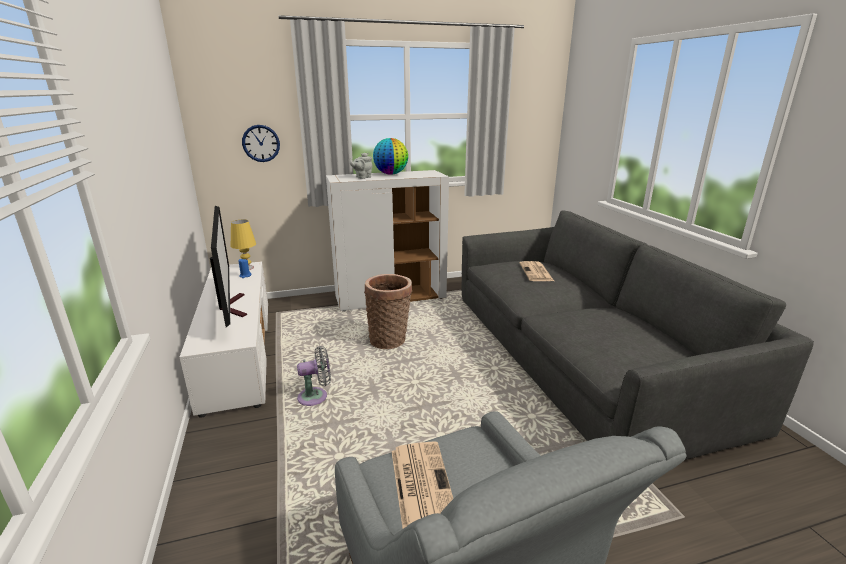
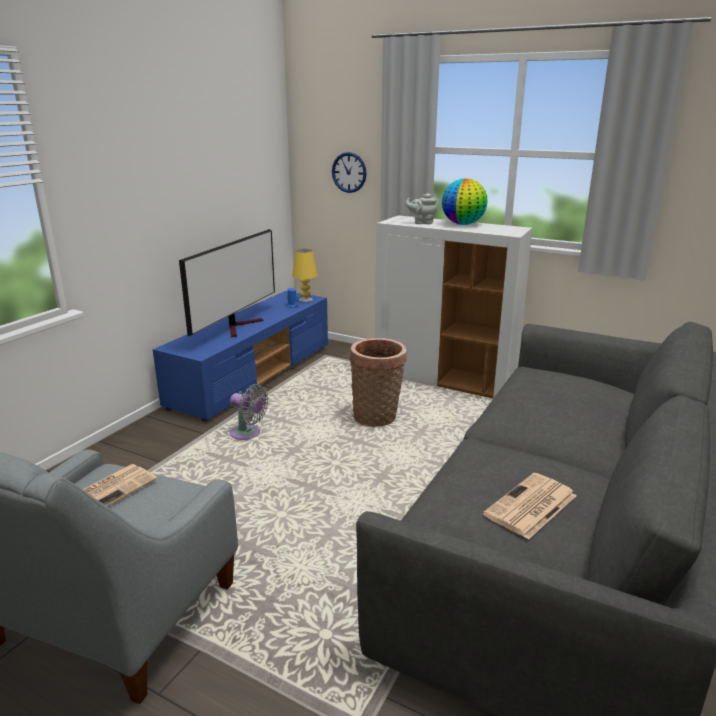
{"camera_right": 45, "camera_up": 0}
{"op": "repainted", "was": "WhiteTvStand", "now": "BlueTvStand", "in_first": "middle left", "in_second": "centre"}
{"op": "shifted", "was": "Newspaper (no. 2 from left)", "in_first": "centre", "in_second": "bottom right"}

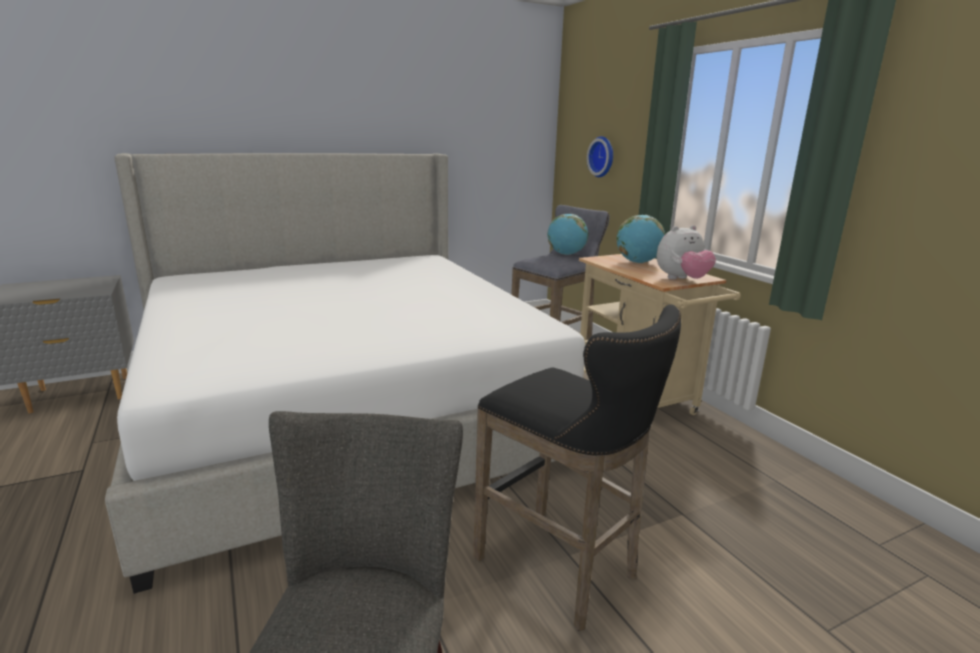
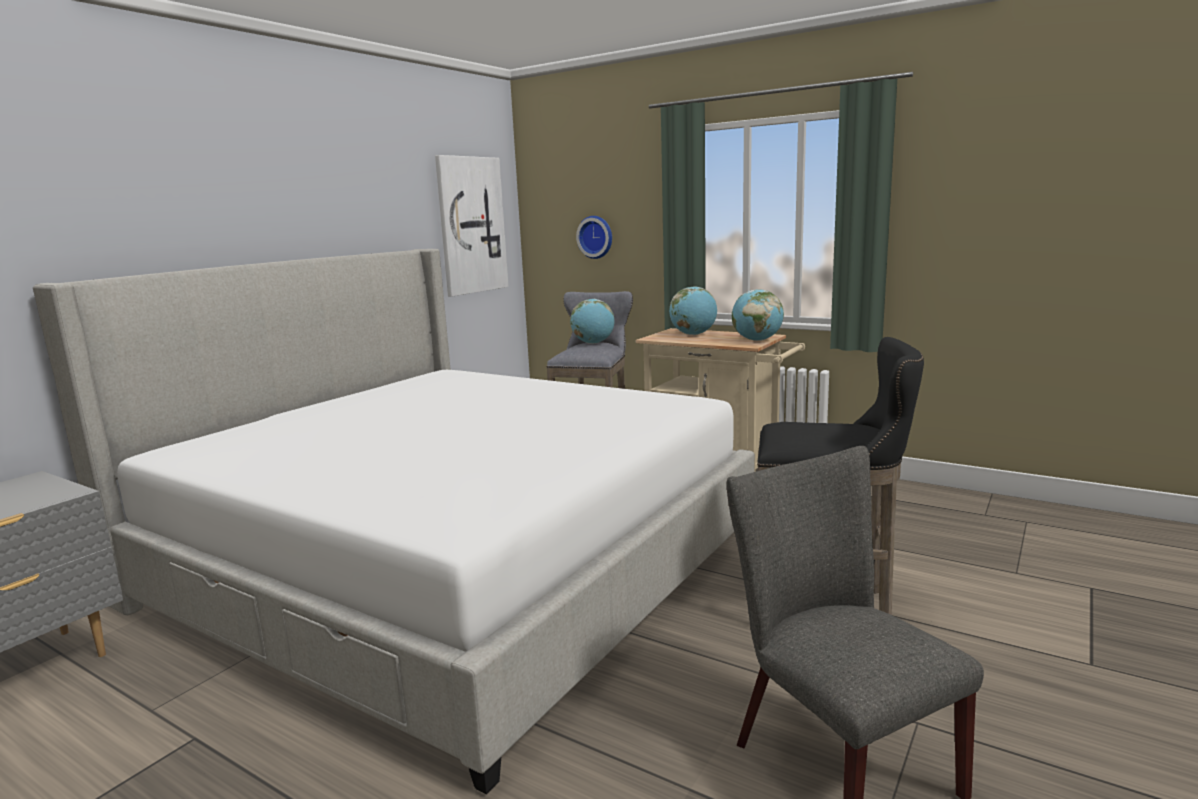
{"camera_right": -30, "camera_up": -5}
{"op": "swapped", "was": "PlushToy", "now": "Globe (no. 3 from left)", "in_first": "middle right", "in_second": "centre"}
{"op": "new", "now": "Picture", "in_second": "top centre"}

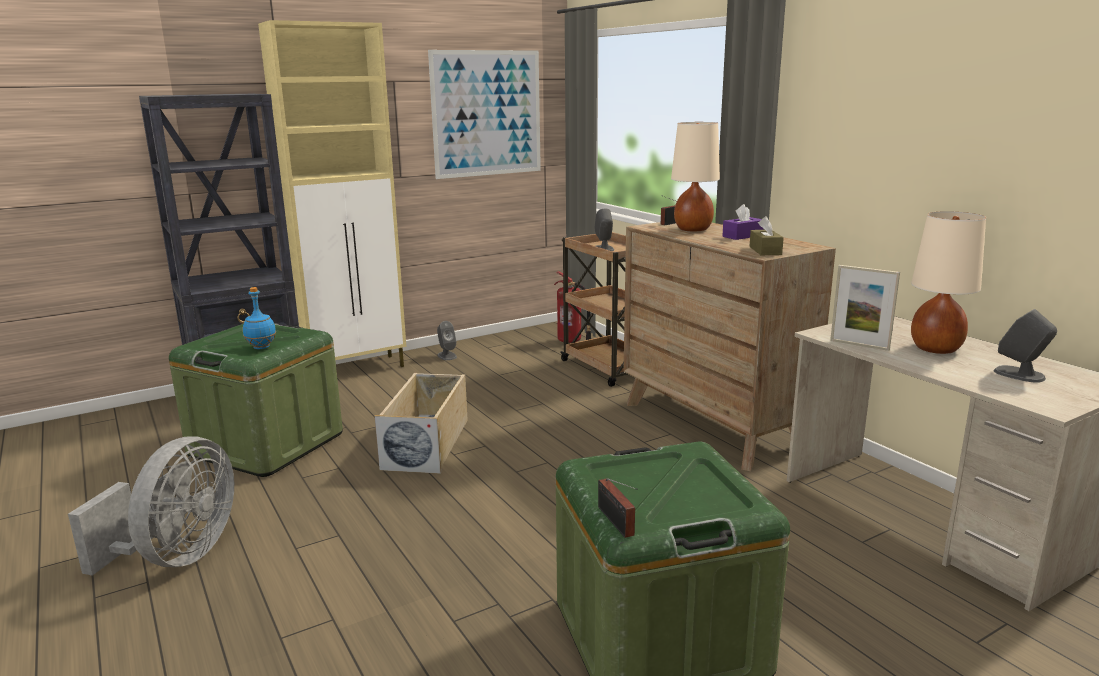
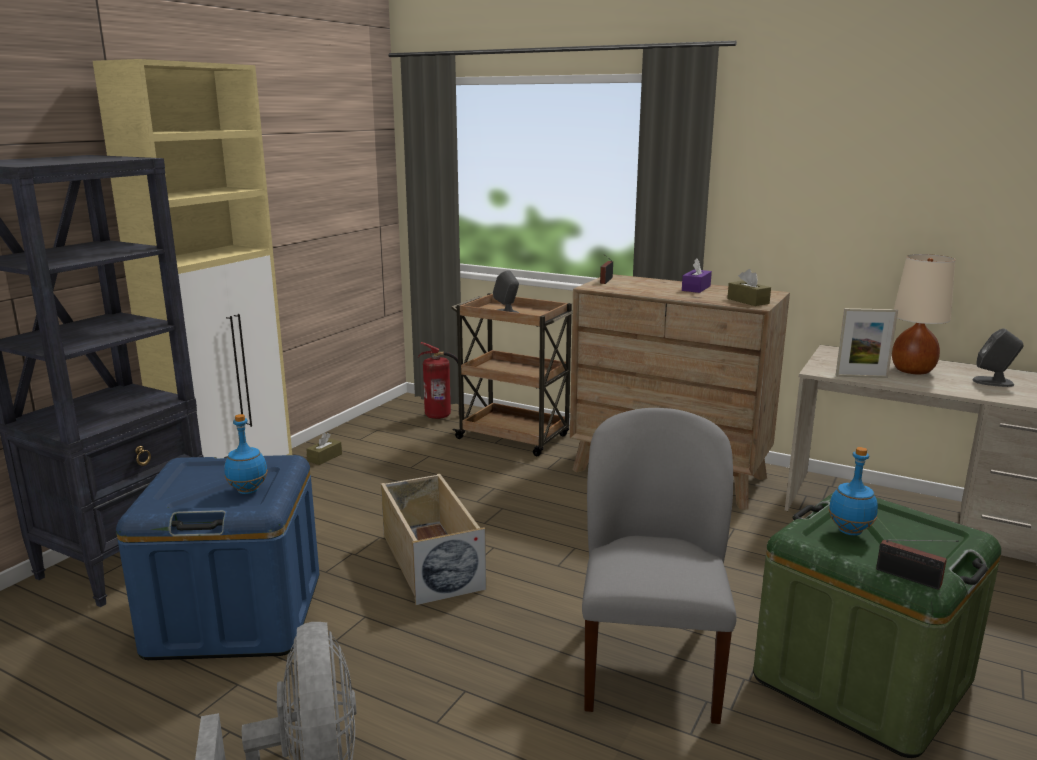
{"camera_right": -30, "camera_up": 0}
{"op": "repainted", "was": "GreenStorageBox (no. 1 from left)", "now": "BlueStorageBox", "in_first": "middle left", "in_second": "bottom left"}
{"op": "gone", "was": "Picture", "in_first": "top centre"}
{"op": "swapped", "was": "GreySpeaker (no. 1 from left)", "now": "BrownTissueBox (no. 1 from left)", "in_first": "centre", "in_second": "middle left"}
{"op": "gone", "was": "BeigeTableLamp (no. 1 from left)", "in_first": "top centre"}
{"op": "new", "now": "GreyChair", "in_second": "bottom centre"}
{"op": "new", "now": "BlueBottle (no. 2 from left)", "in_second": "middle right"}

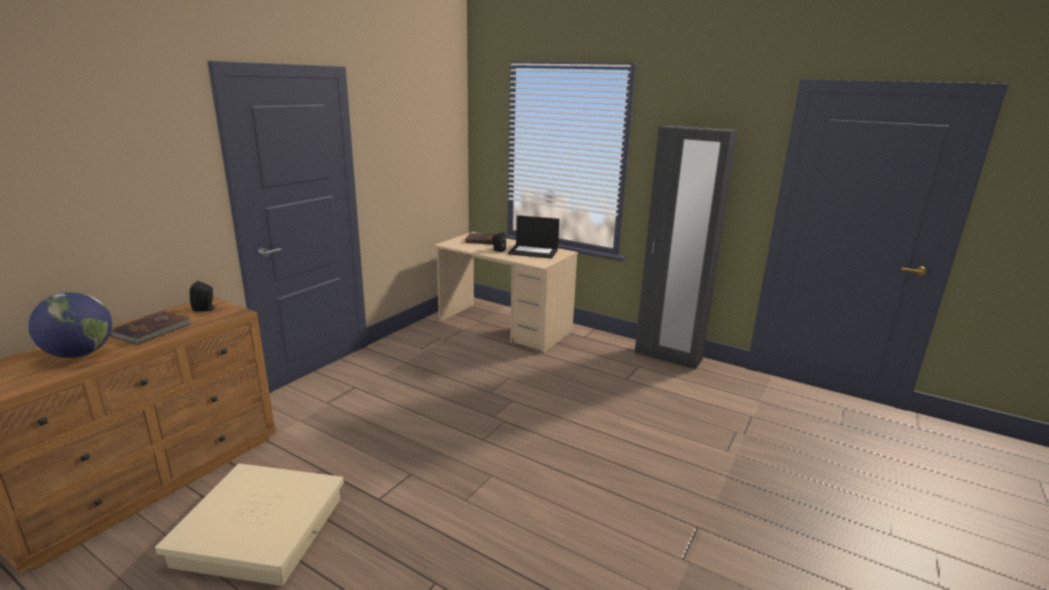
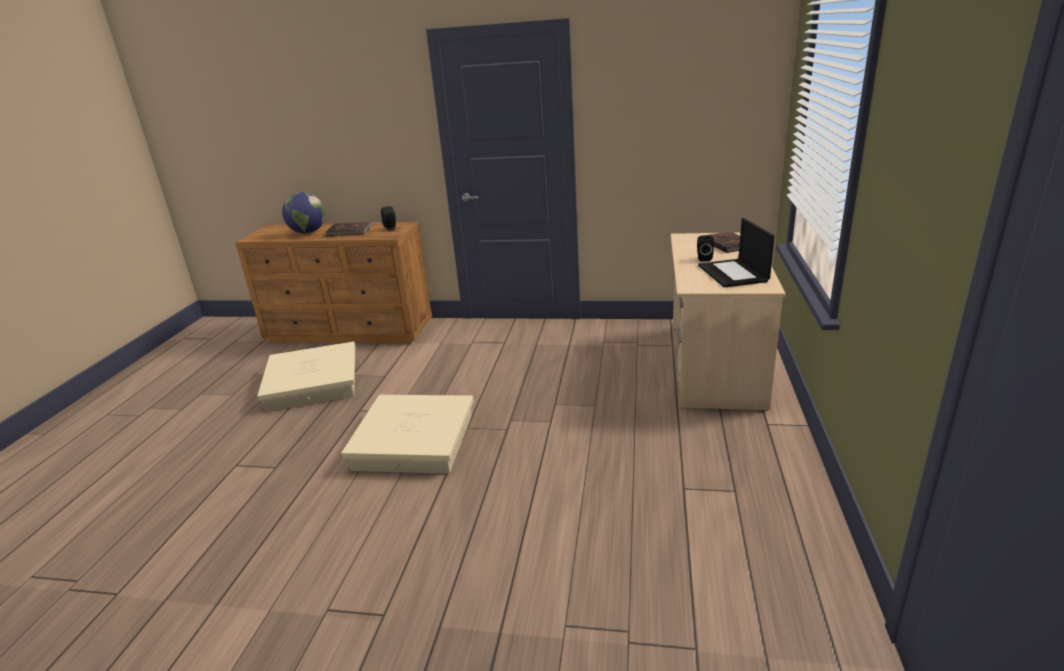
{"camera_right": 70, "camera_up": 5}
{"op": "gone", "was": "BlackWardrobe", "in_first": "centre"}
{"op": "new", "now": "BeigeStorageBox (no. 2 from left)", "in_second": "centre"}

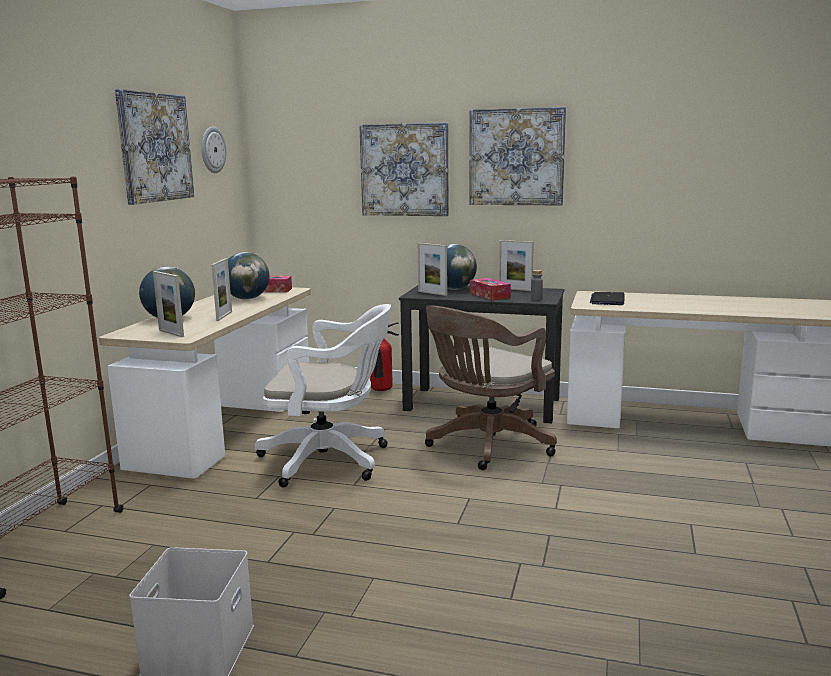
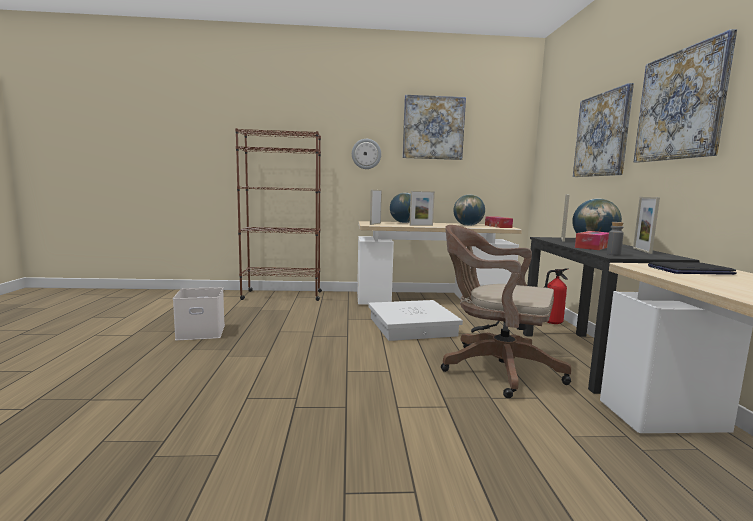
{"camera_right": 70, "camera_up": -5}
{"op": "shifted", "was": "WallClock", "in_first": "top left", "in_second": "top centre"}
{"op": "swapped", "was": "WhiteOfficeChair", "now": "WhiteStorageBox (no. 2 from left)", "in_first": "centre", "in_second": "centre"}

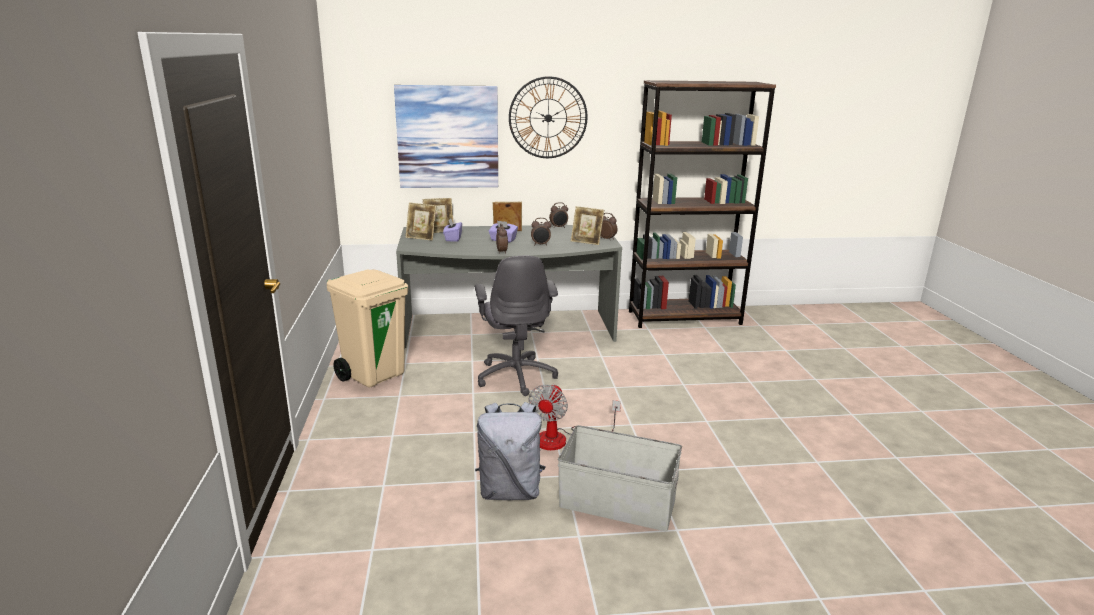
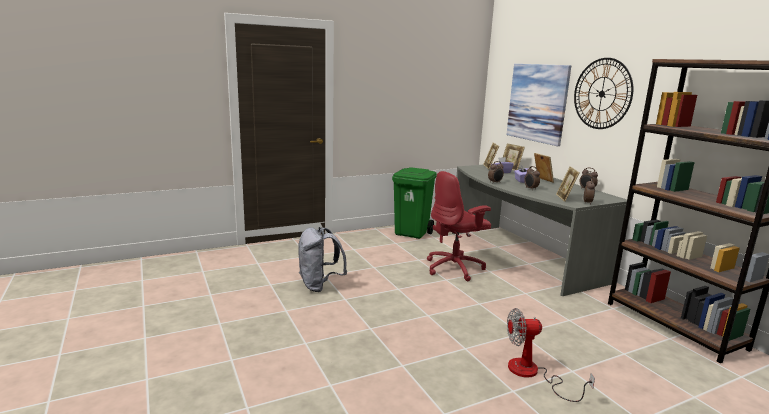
{"camera_right": 70, "camera_up": -5}
{"op": "repainted", "was": "BeigeTrashCan", "now": "GreenTrashCan", "in_first": "centre", "in_second": "centre"}
{"op": "repainted", "was": "GreyOfficeChair", "now": "RedOfficeChair", "in_first": "centre", "in_second": "centre"}
{"op": "shifted", "was": "Fan", "in_first": "bottom centre", "in_second": "bottom right"}
{"op": "gone", "was": "GreyStorageBox", "in_first": "bottom centre"}

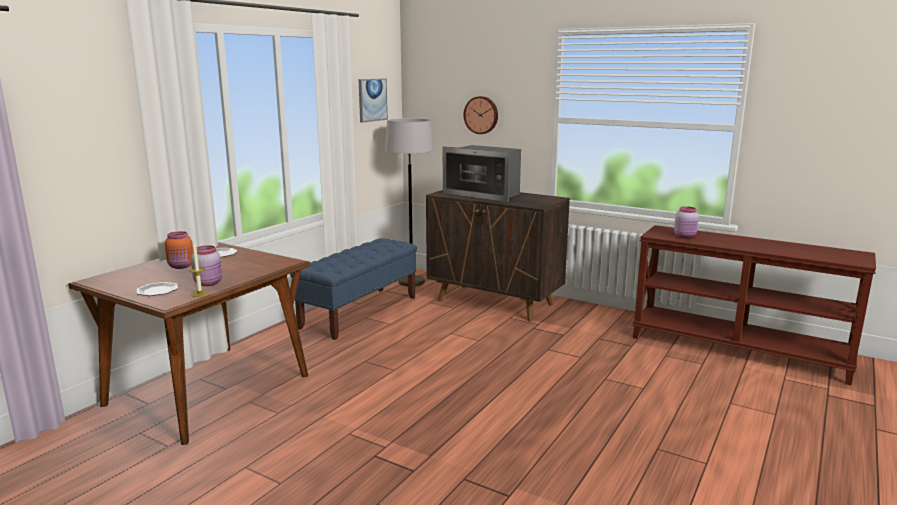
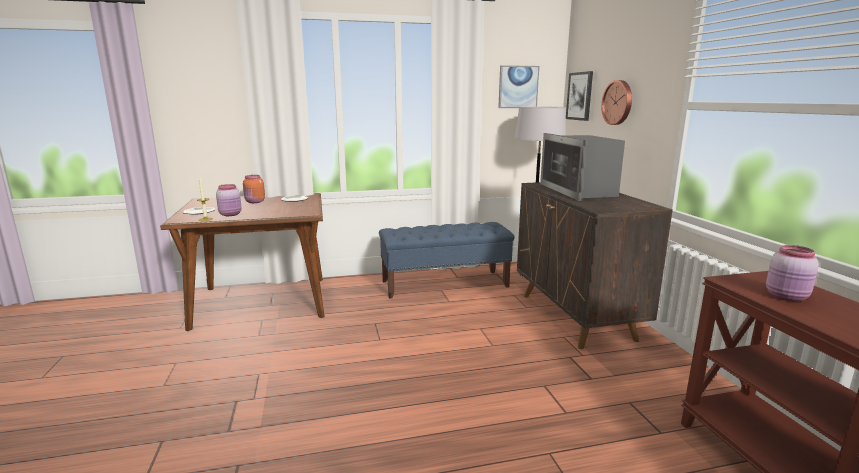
{"camera_right": 45, "camera_up": 0}
{"op": "new", "now": "Picture (no. 2 from left)", "in_second": "top right"}

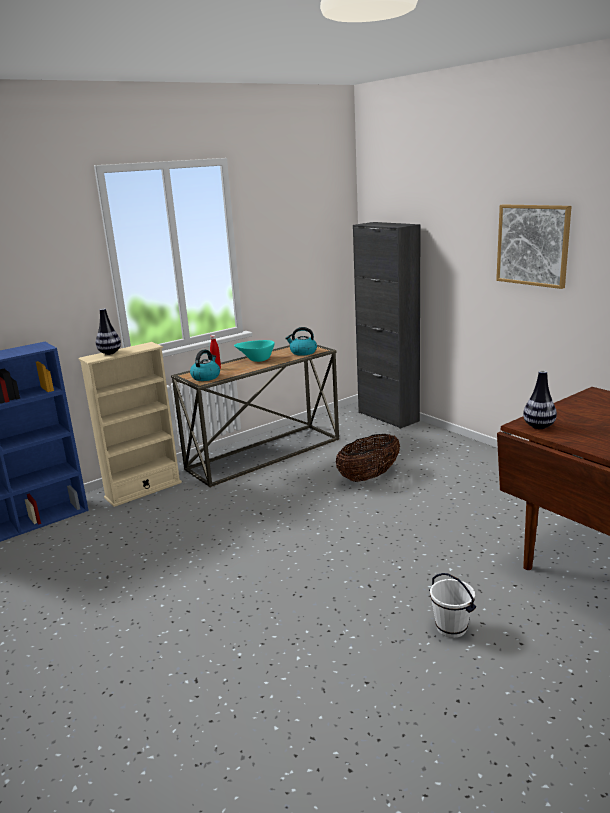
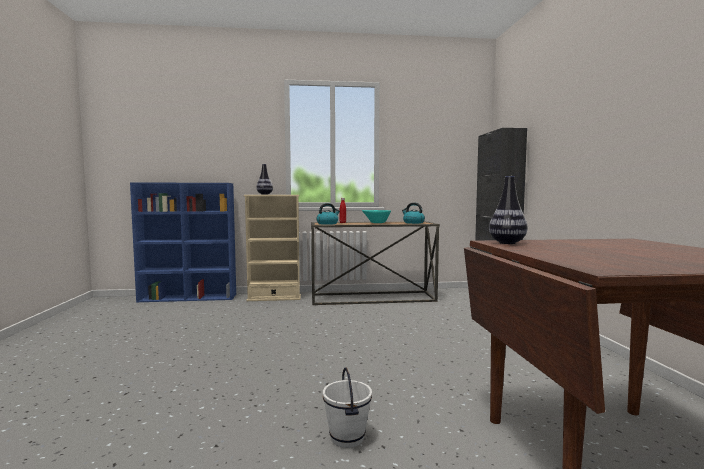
{"camera_right": 30, "camera_up": -15}
{"op": "gone", "was": "Basket", "in_first": "centre"}
{"op": "gone", "was": "Picture", "in_first": "top right"}

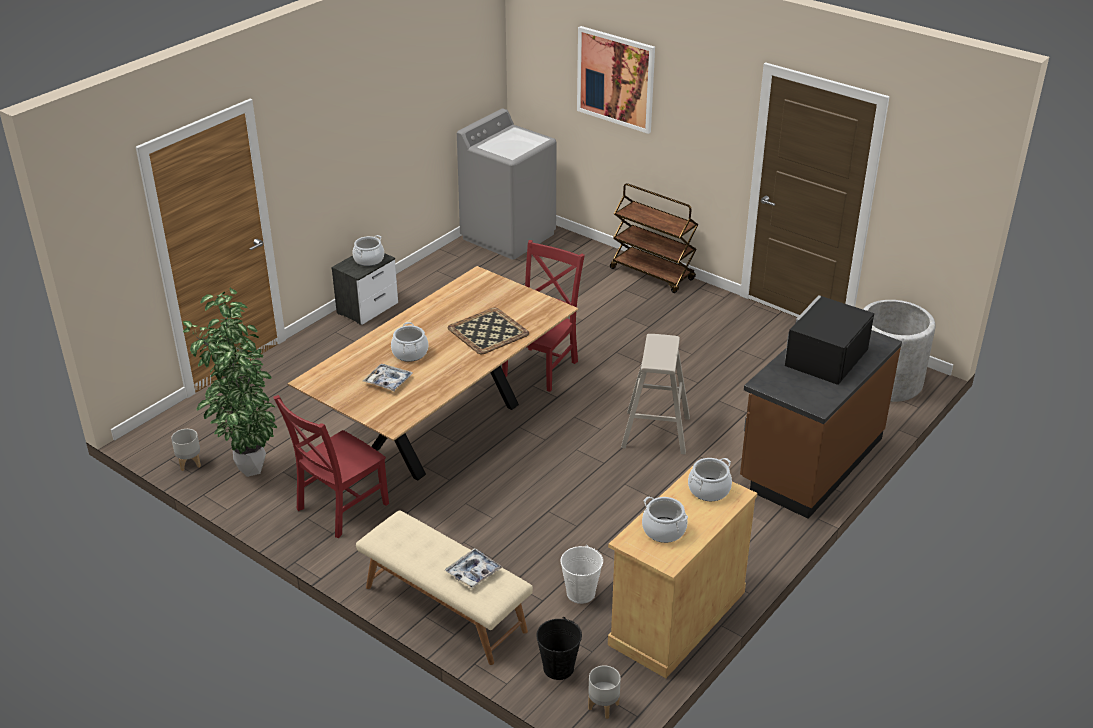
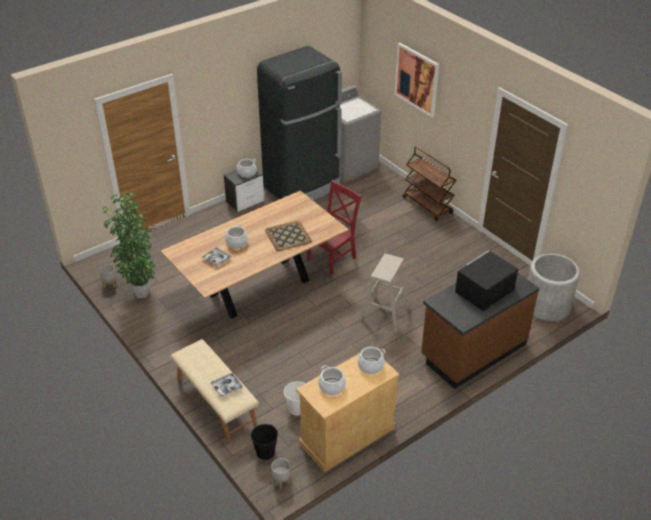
{"camera_right": 15, "camera_up": 5}
{"op": "gone", "was": "RedChair (no. 1 from left)", "in_first": "middle left"}
{"op": "new", "now": "BlackFridge", "in_second": "top centre"}

